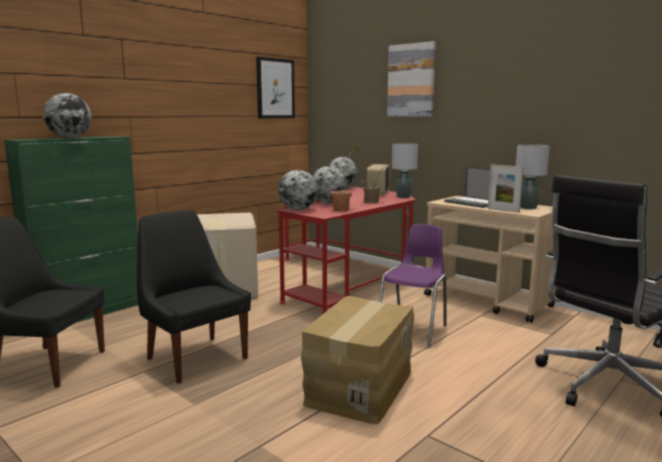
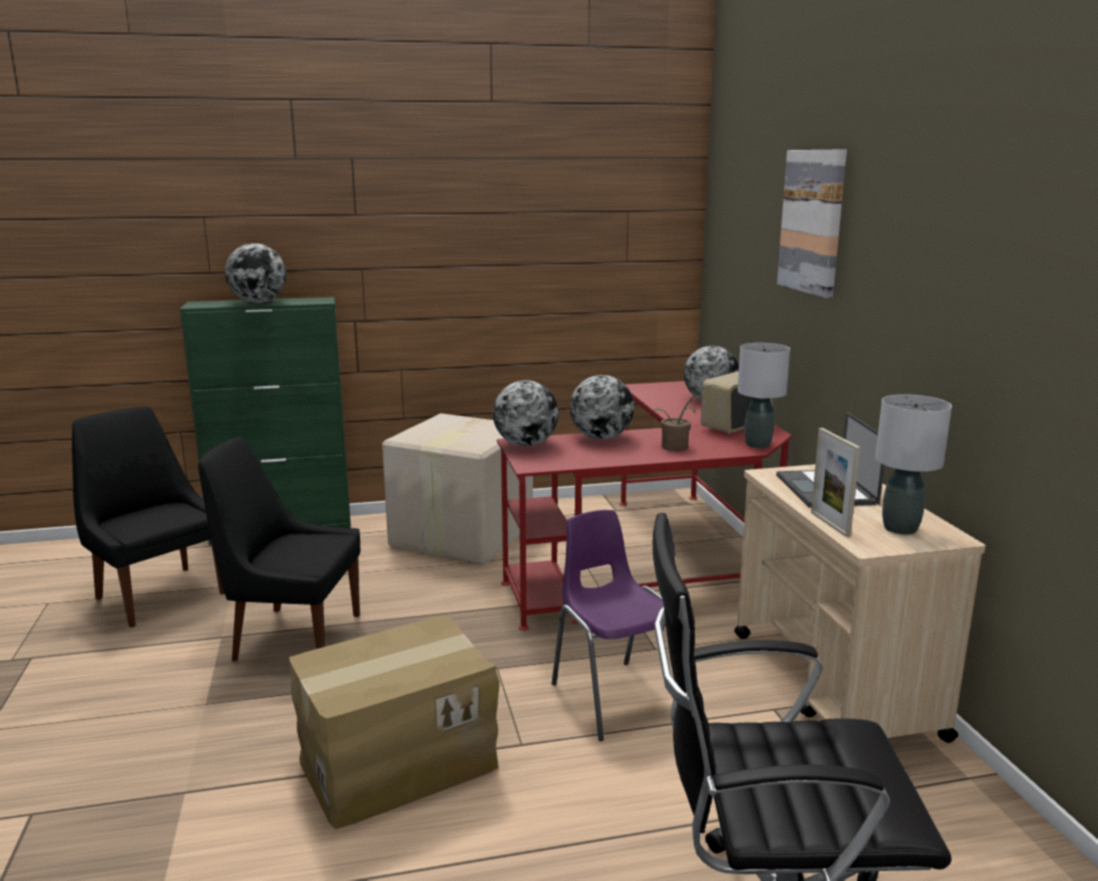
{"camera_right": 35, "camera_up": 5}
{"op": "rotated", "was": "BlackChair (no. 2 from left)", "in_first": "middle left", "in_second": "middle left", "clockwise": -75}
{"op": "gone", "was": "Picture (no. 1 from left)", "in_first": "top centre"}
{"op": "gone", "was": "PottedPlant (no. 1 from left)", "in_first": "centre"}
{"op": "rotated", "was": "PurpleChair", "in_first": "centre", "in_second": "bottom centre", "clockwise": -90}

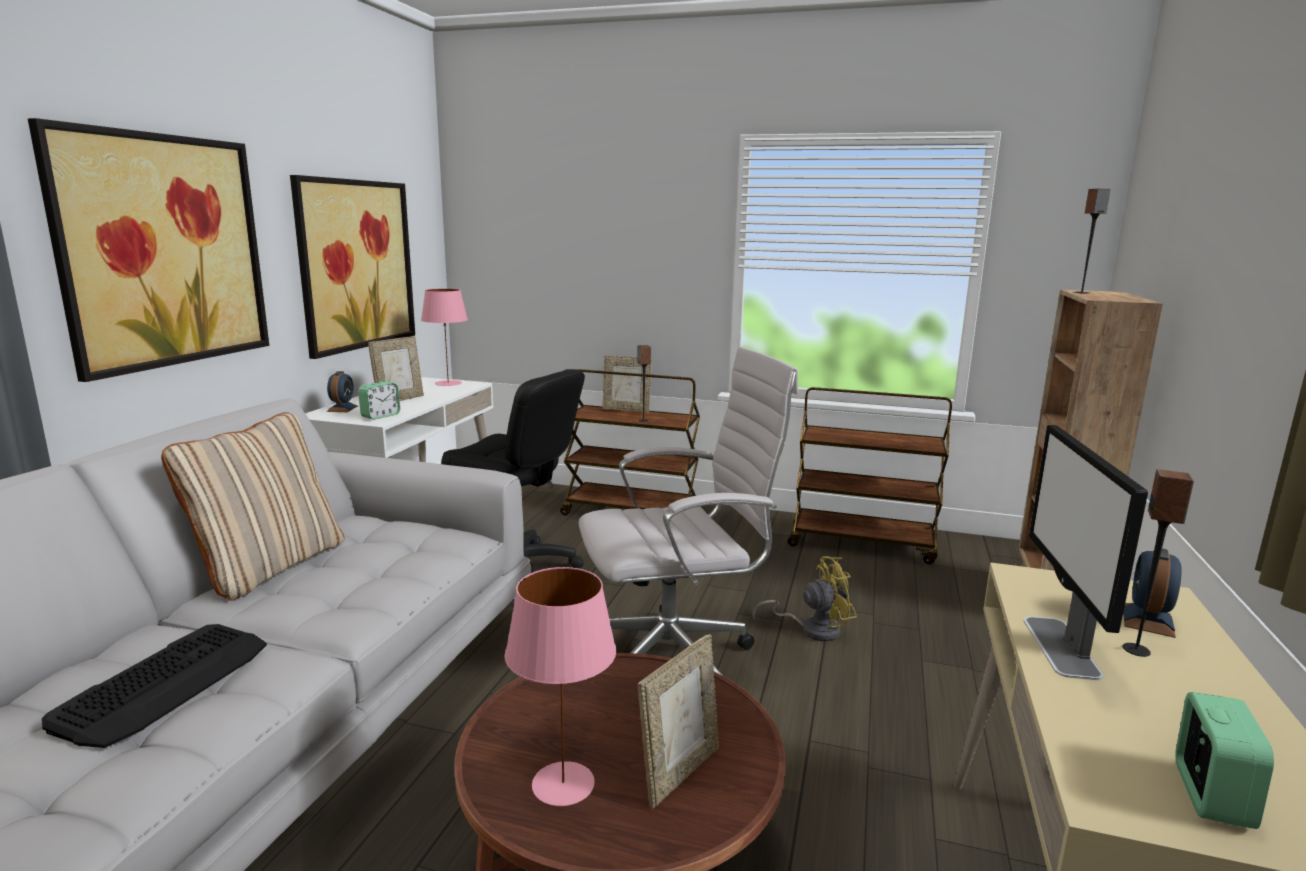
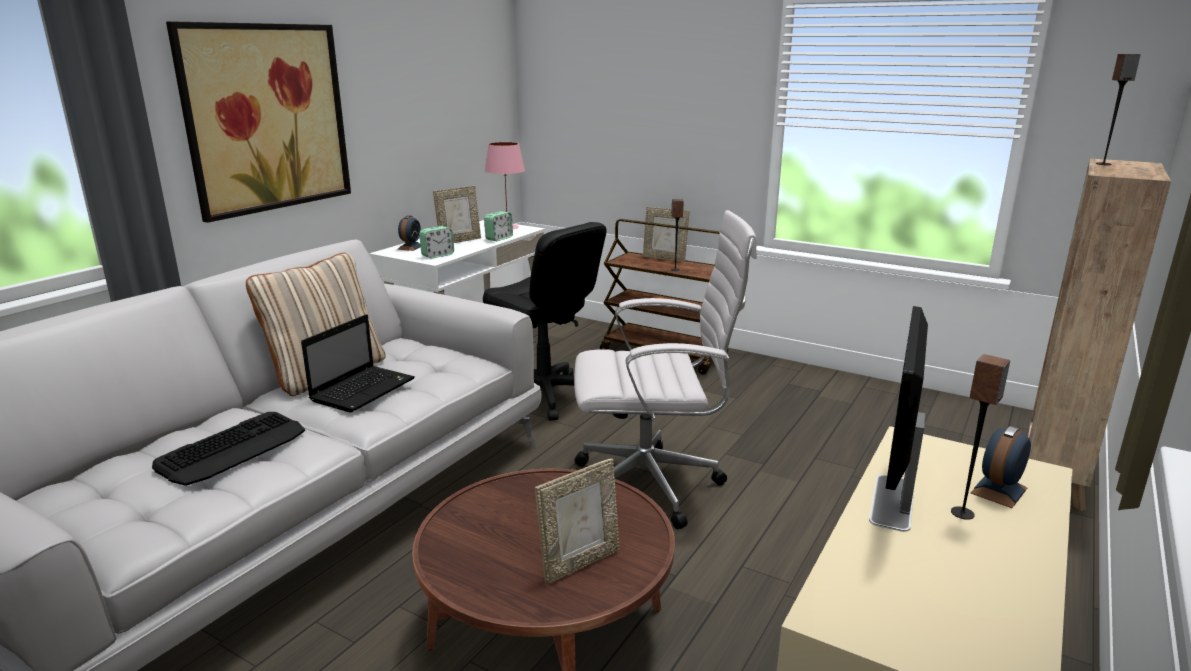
{"camera_right": 15, "camera_up": 5}
{"op": "gone", "was": "Picture (no. 2 from left)", "in_first": "top left"}
{"op": "gone", "was": "PinkTableLamp (no. 2 from left)", "in_first": "bottom centre"}
{"op": "gone", "was": "YellowFan", "in_first": "bottom centre"}
{"op": "gone", "was": "BrownCart (no. 2 from left)", "in_first": "centre"}
{"op": "shifted", "was": "AlarmClock (no. 4 from left in the first image)", "now": "AlarmClock (no. 3 from left)", "in_first": "bottom right", "in_second": "centre"}
{"op": "new", "now": "Laptop", "in_second": "middle left"}

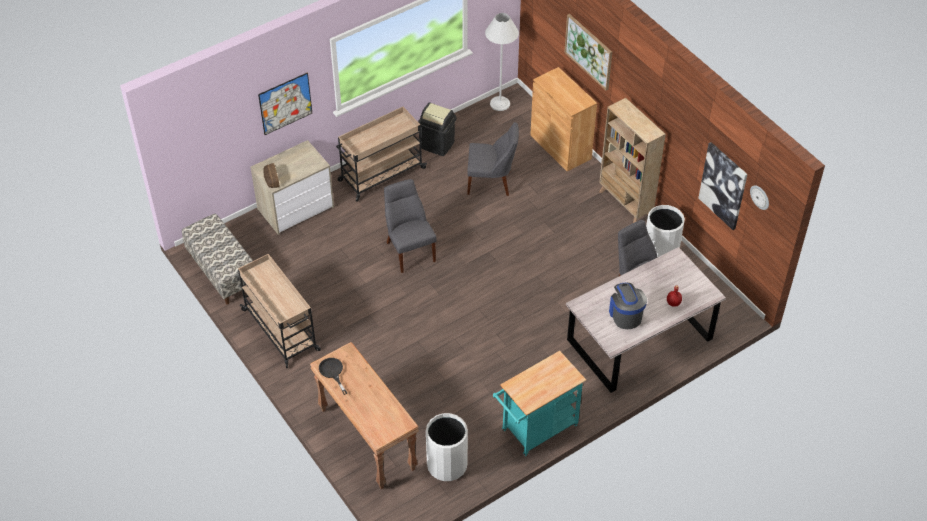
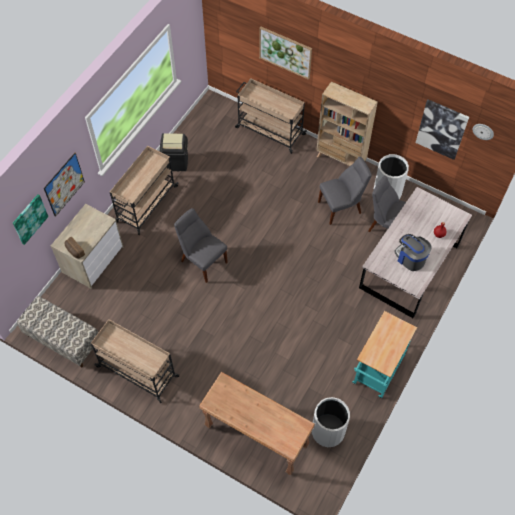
{"camera_right": -25, "camera_up": 10}
{"op": "gone", "was": "BlackFryingPan", "in_first": "bottom centre"}
{"op": "shifted", "was": "GreyChair (no. 2 from left)", "in_first": "top centre", "in_second": "middle right"}
{"op": "gone", "was": "WhiteFloorLamp", "in_first": "top centre"}
{"op": "swapped", "was": "BrownCabinet", "now": "BeigeCart (no. 3 from left)", "in_first": "top centre", "in_second": "top centre"}
{"op": "new", "now": "Picture (no. 1 from left)", "in_second": "middle left"}

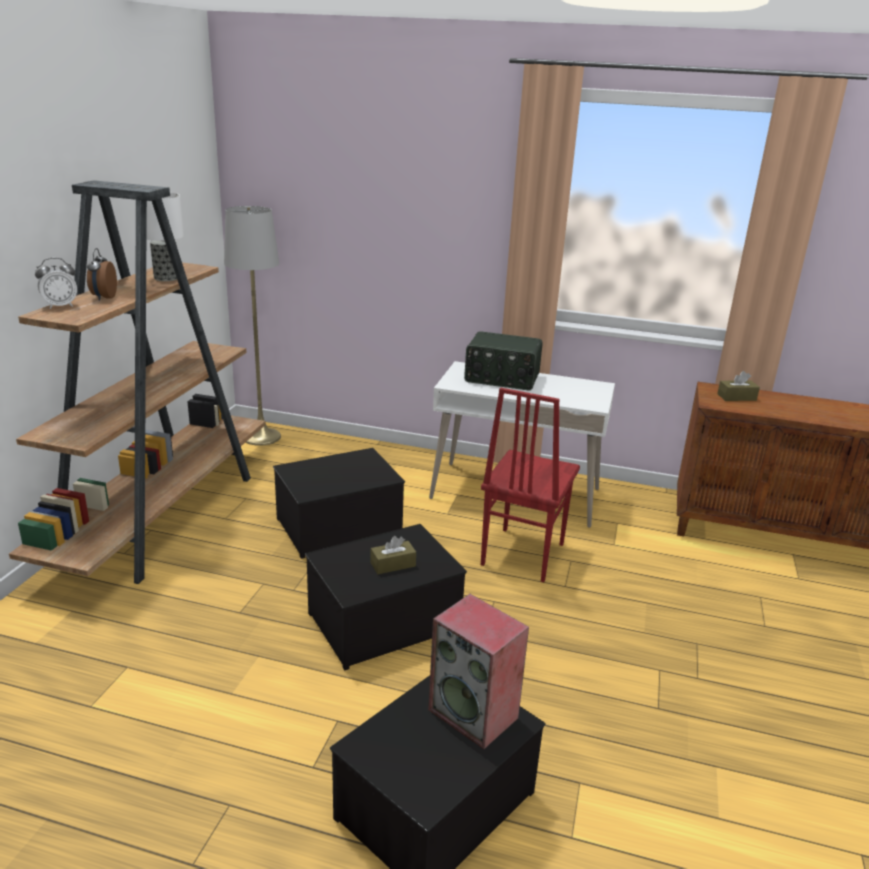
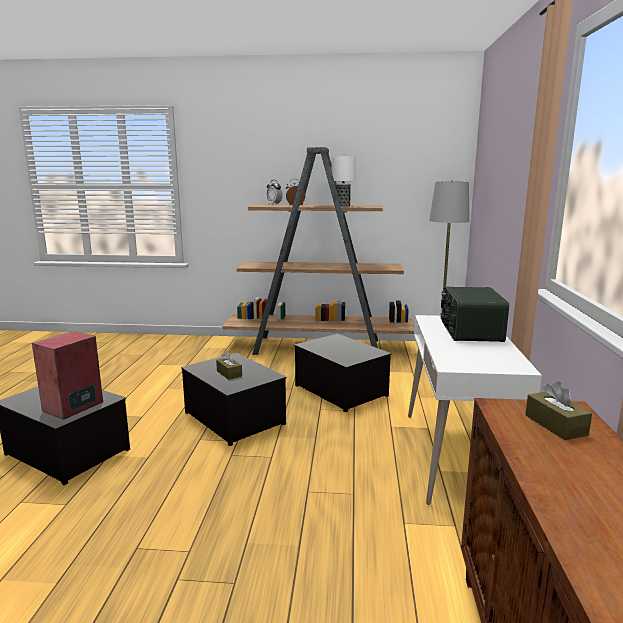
{"camera_right": 80, "camera_up": -10}
{"op": "gone", "was": "RedChair", "in_first": "centre"}

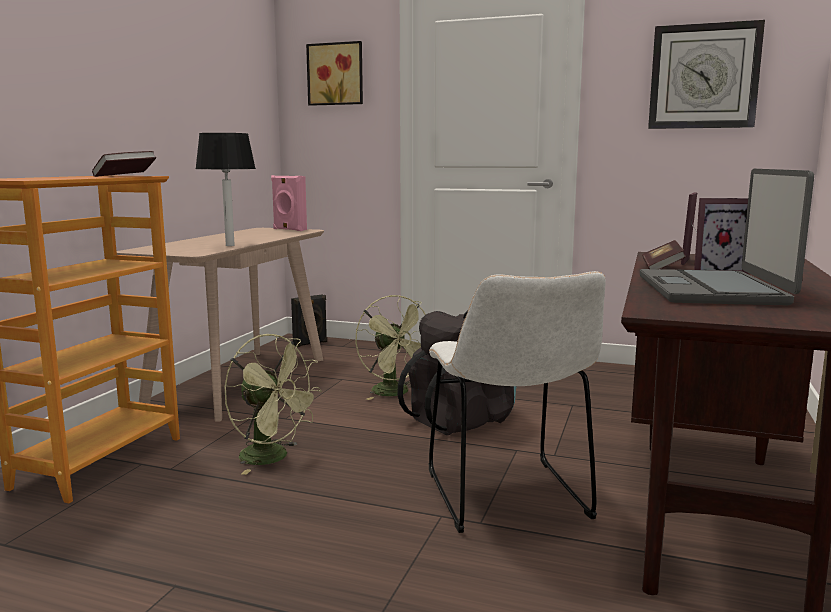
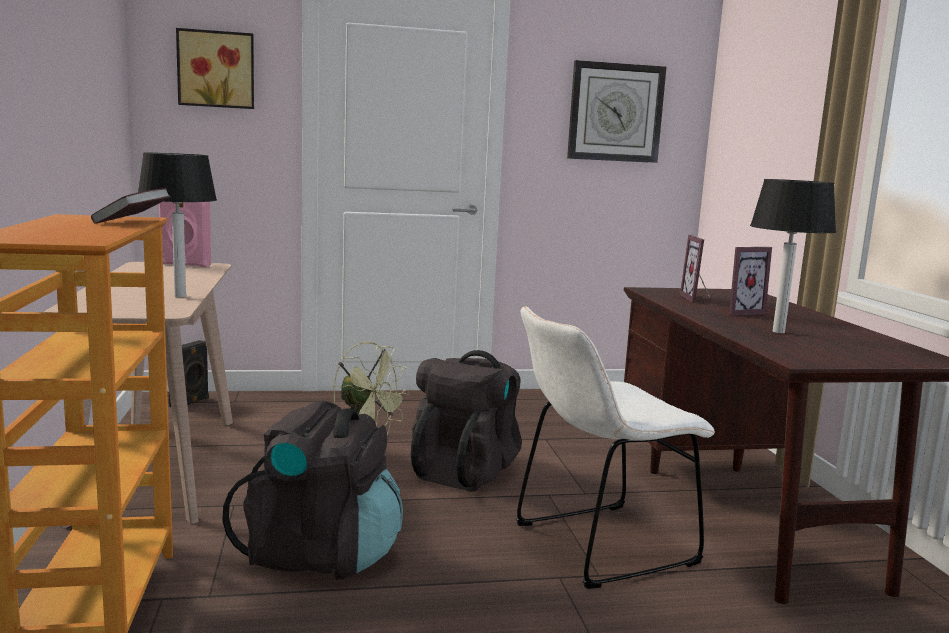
{"camera_right": -30, "camera_up": 0}
{"op": "swapped", "was": "GreenFan (no. 1 from left)", "now": "BlackBackpack (no. 1 from left)", "in_first": "middle left", "in_second": "bottom left"}
{"op": "rotated", "was": "WhiteChair", "in_first": "centre", "in_second": "bottom centre", "clockwise": 105}
{"op": "swapped", "was": "Laptop", "now": "TableLamp (no. 2 from left)", "in_first": "middle right", "in_second": "middle right"}
{"op": "gone", "was": "Book (no. 2 from left)", "in_first": "middle right"}

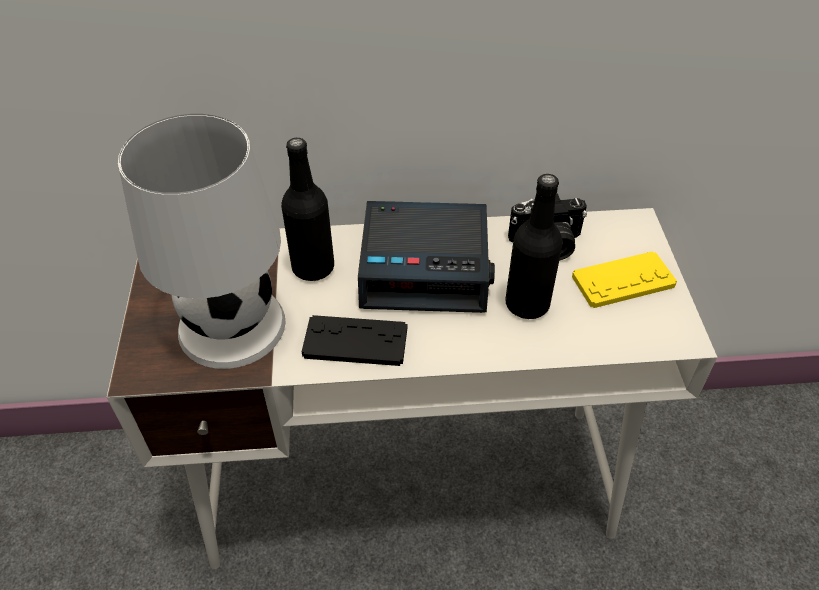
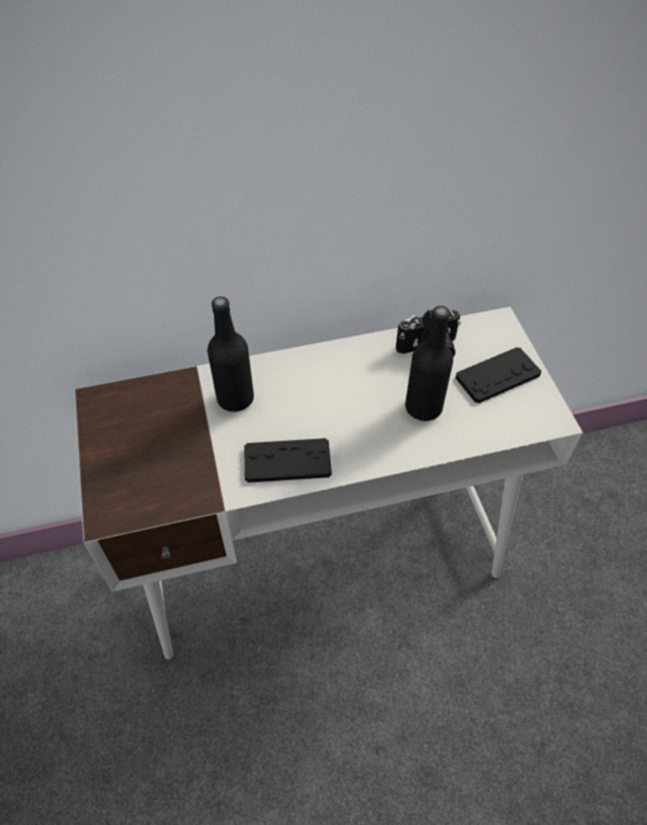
{"camera_right": -10, "camera_up": 5}
{"op": "gone", "was": "WhiteTableLamp", "in_first": "middle left"}
{"op": "gone", "was": "AlarmClock", "in_first": "centre"}
{"op": "repainted", "was": "YellowGameController", "now": "BlackGameController (no. 2 from left)", "in_first": "middle right", "in_second": "middle right"}

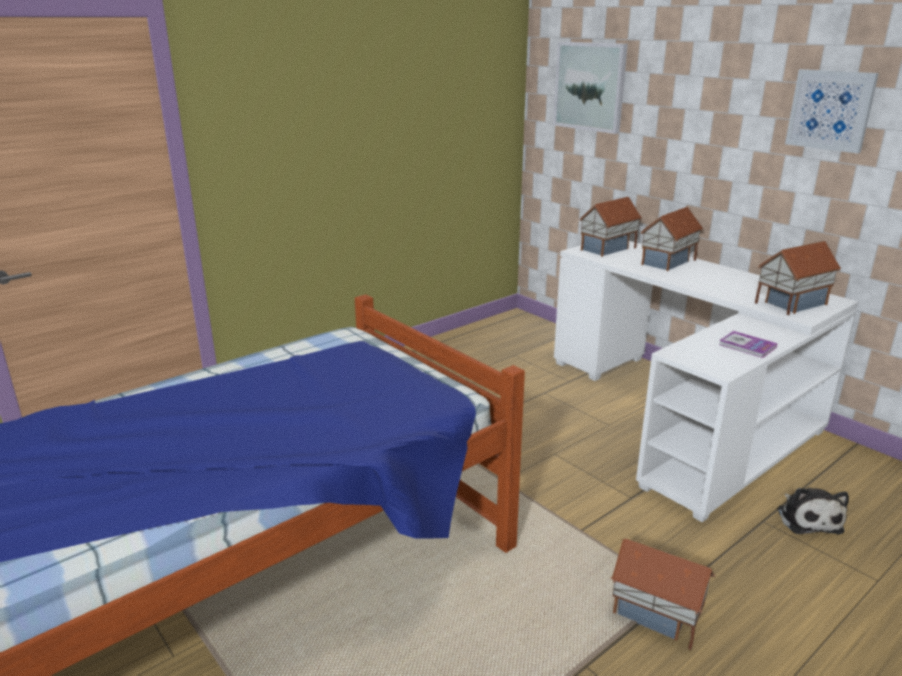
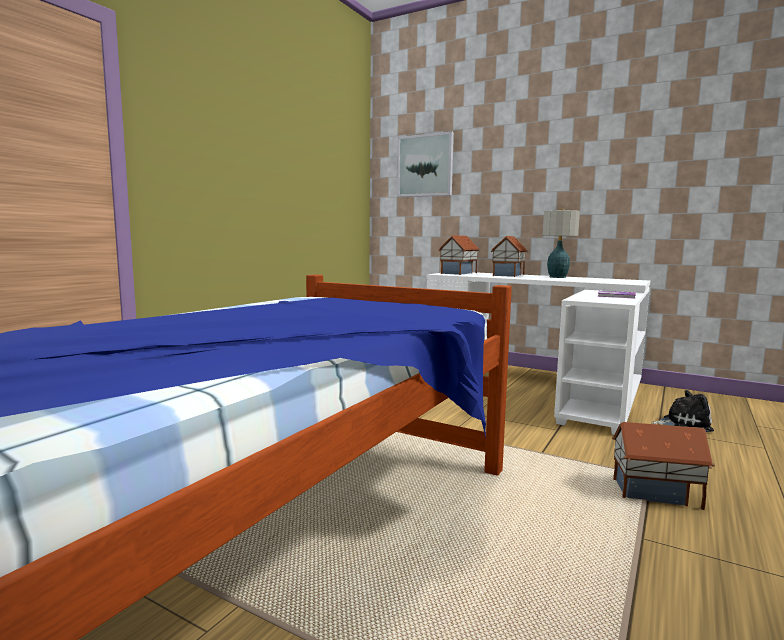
{"camera_right": -20, "camera_up": -15}
{"op": "gone", "was": "ToyHouse (no. 4 from left)", "in_first": "middle right"}
{"op": "rotated", "was": "PlushToy", "in_first": "bottom right", "in_second": "middle right", "clockwise": -60}
{"op": "gone", "was": "Picture (no. 2 from left)", "in_first": "top right"}
{"op": "new", "now": "TableLamp", "in_second": "middle right"}

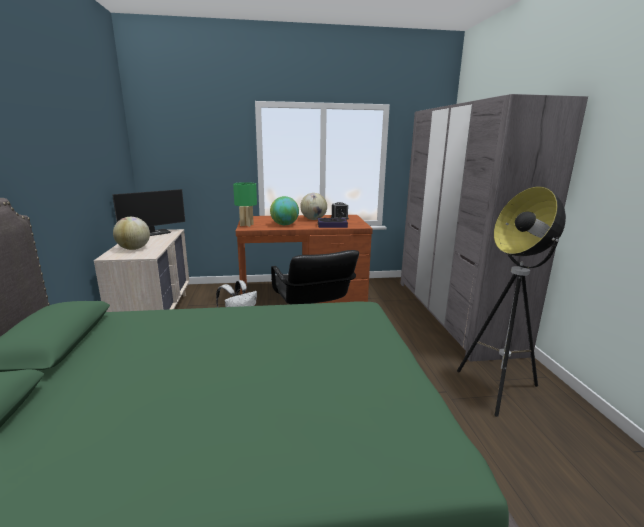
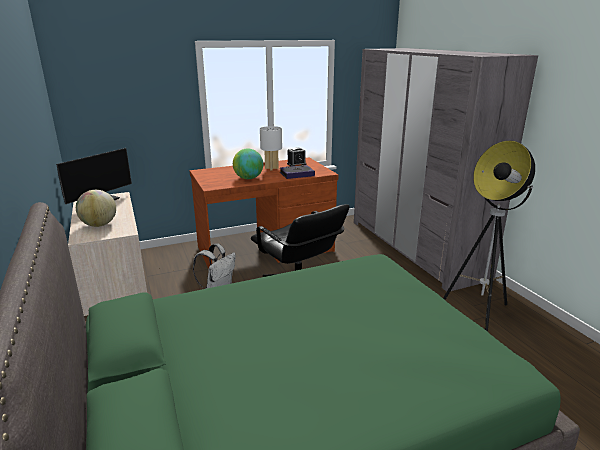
{"camera_right": -15, "camera_up": 5}
{"op": "gone", "was": "GreenTableLamp", "in_first": "centre"}
{"op": "swapped", "was": "Globe (no. 3 from left)", "now": "WhiteTableLamp", "in_first": "centre", "in_second": "top centre"}

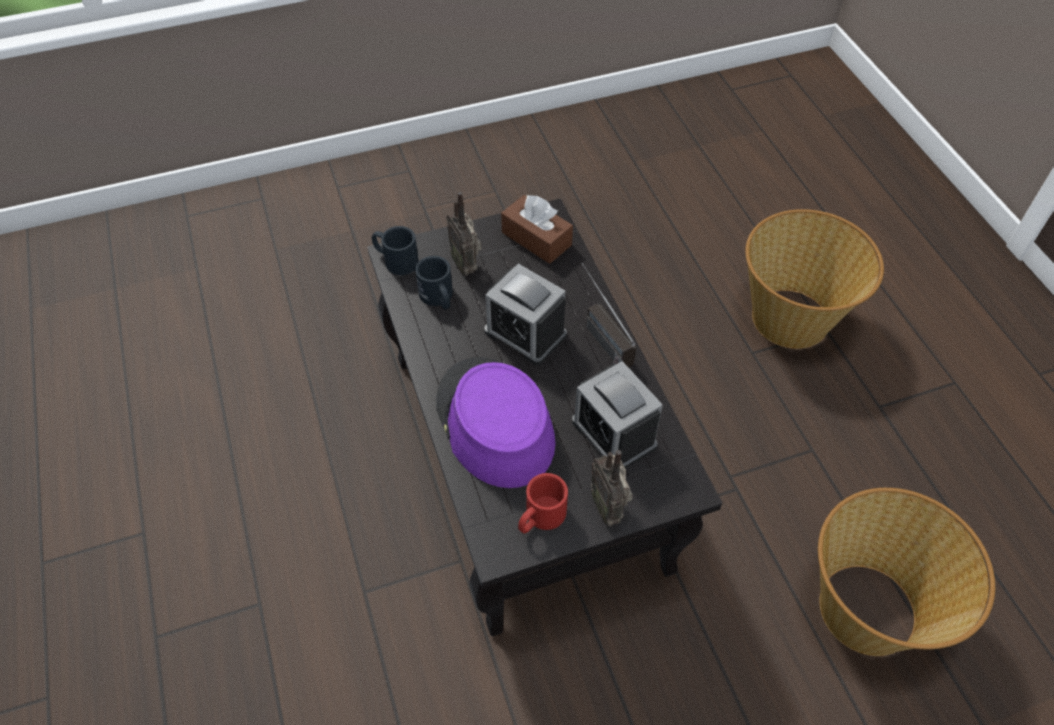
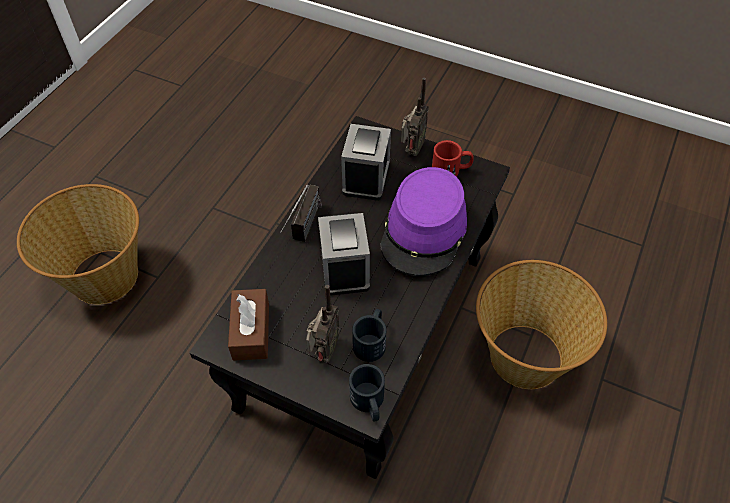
{"camera_right": -135, "camera_up": 0}
{"op": "shifted", "was": "Basket (no. 2 from left)", "in_first": "bottom right", "in_second": "middle right"}

